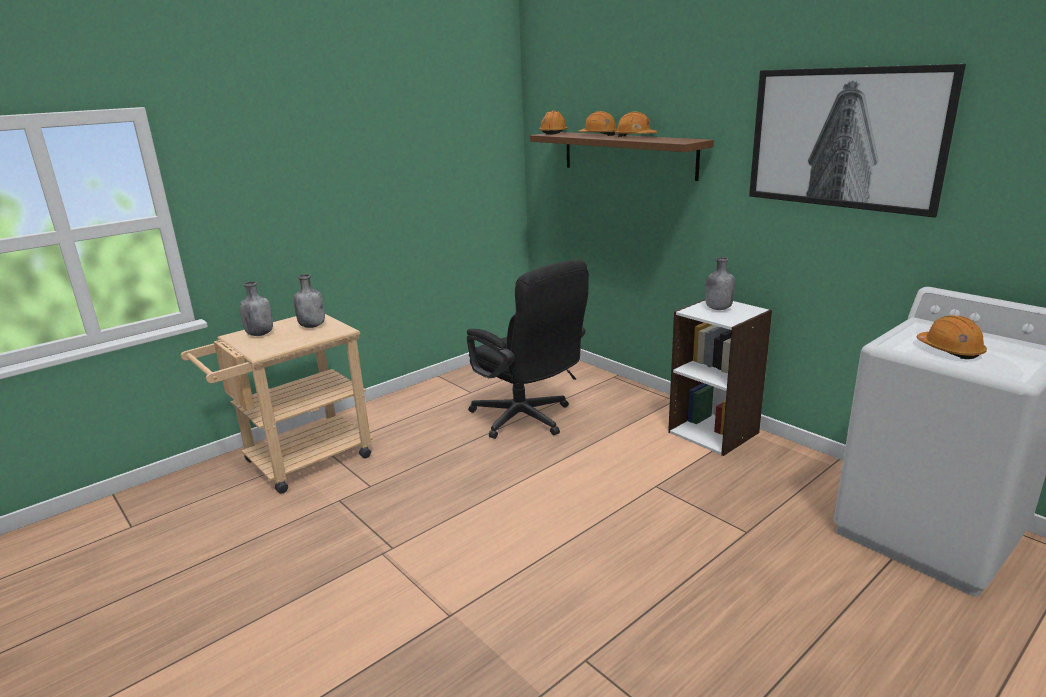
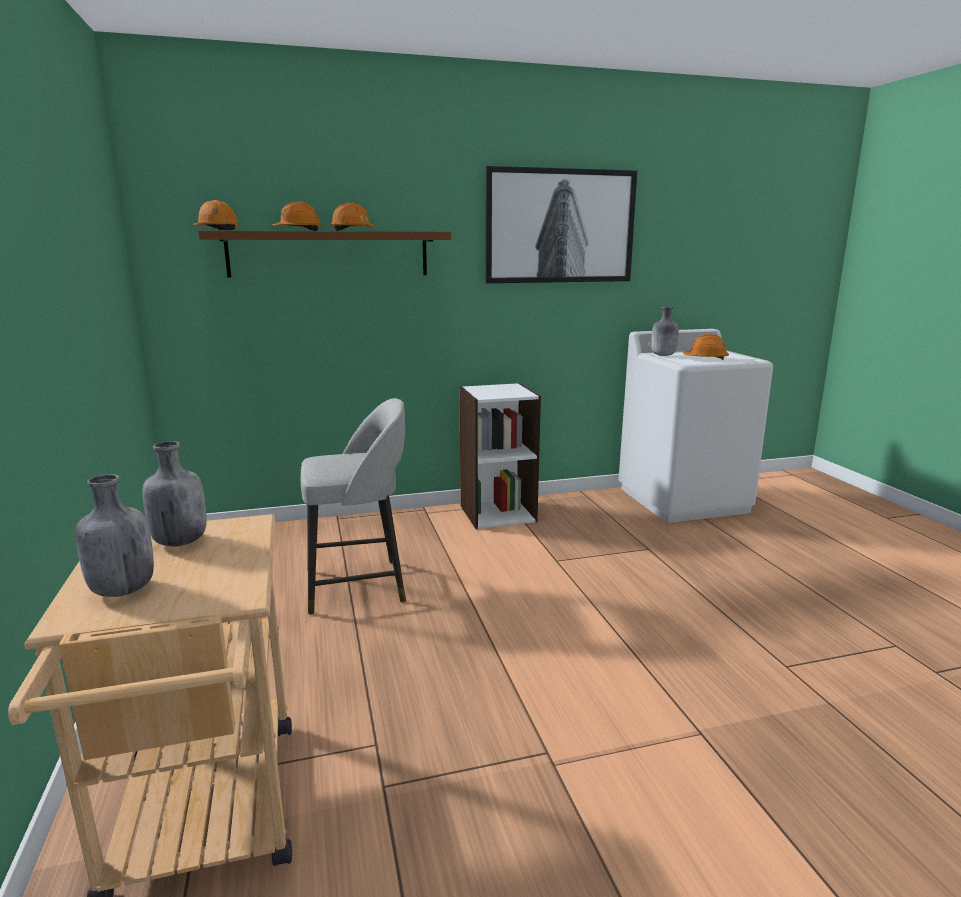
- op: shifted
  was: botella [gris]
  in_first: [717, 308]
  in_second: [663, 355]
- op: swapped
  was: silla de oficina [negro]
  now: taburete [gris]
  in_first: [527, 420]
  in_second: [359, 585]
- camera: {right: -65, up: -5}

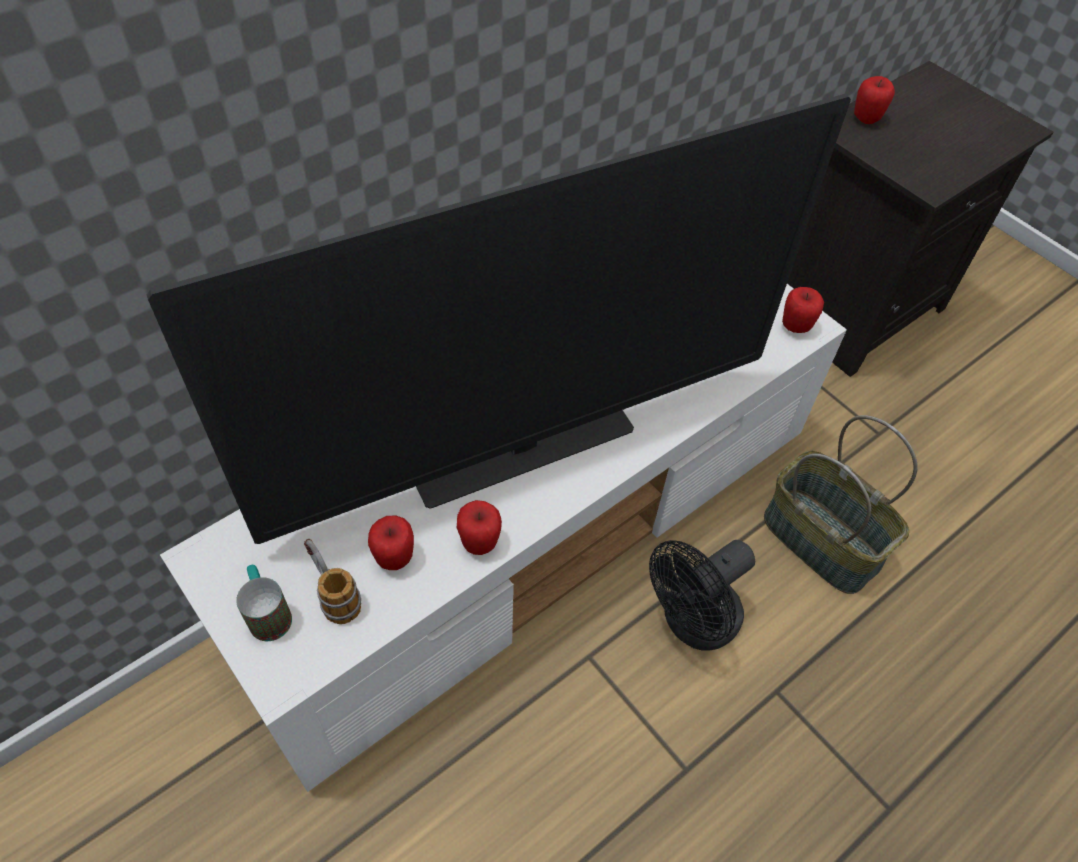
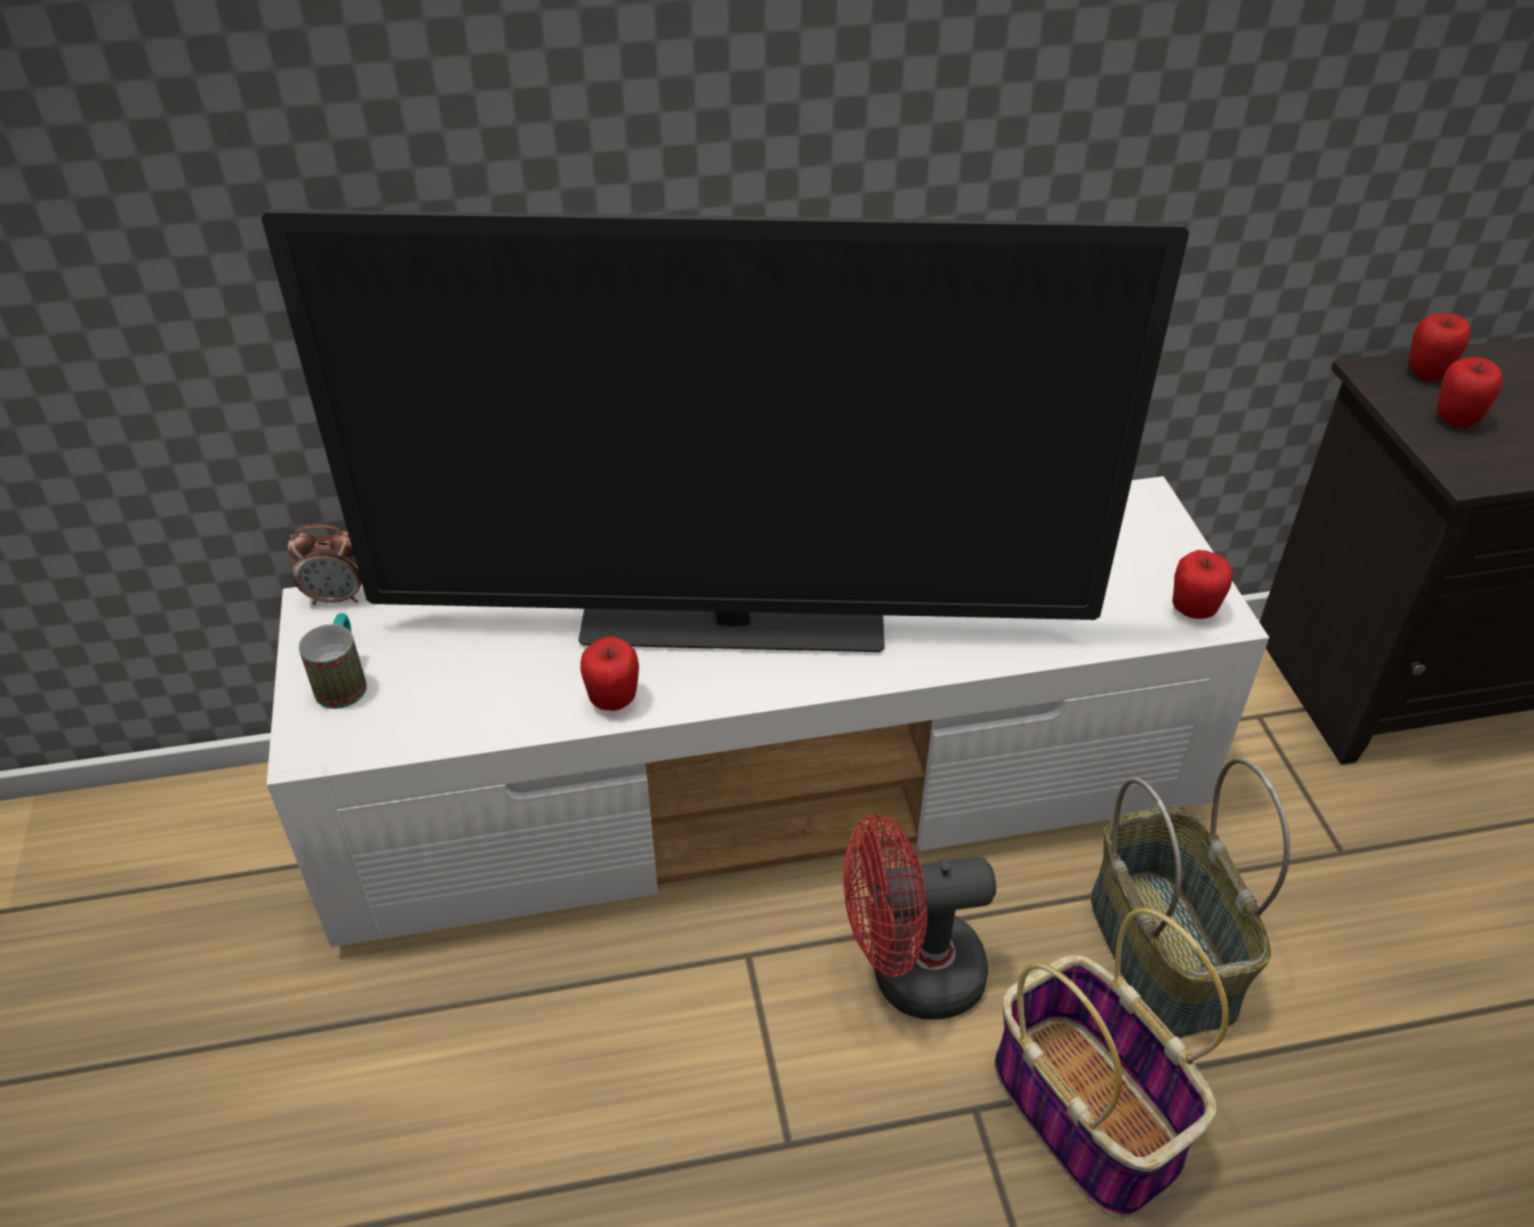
- op: shifted
  was: manzana
  in_first: [394, 558]
  in_second: [1456, 420]
- op: gone
  was: taza grande
  in_first: [333, 593]
- op: repainted
  was: ventilador [negro]
  now: ventilador [rojo]
  in_first: [692, 623]
  in_second: [909, 975]
- op: new
  now: despertador
  in_second: [338, 597]
- op: new
  now: cesta
  in_second: [1089, 1116]
- camera: {right: 30, up: -10}

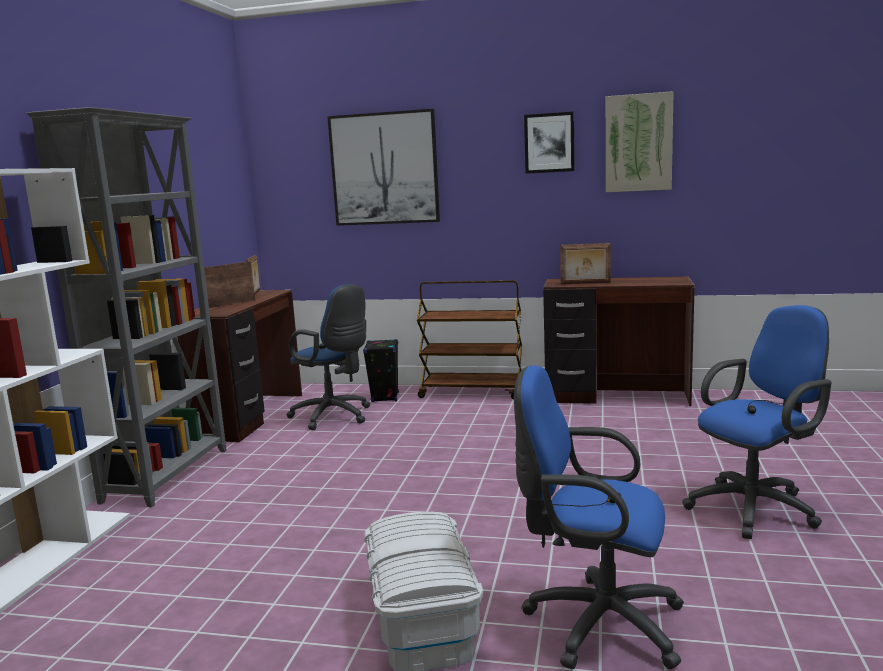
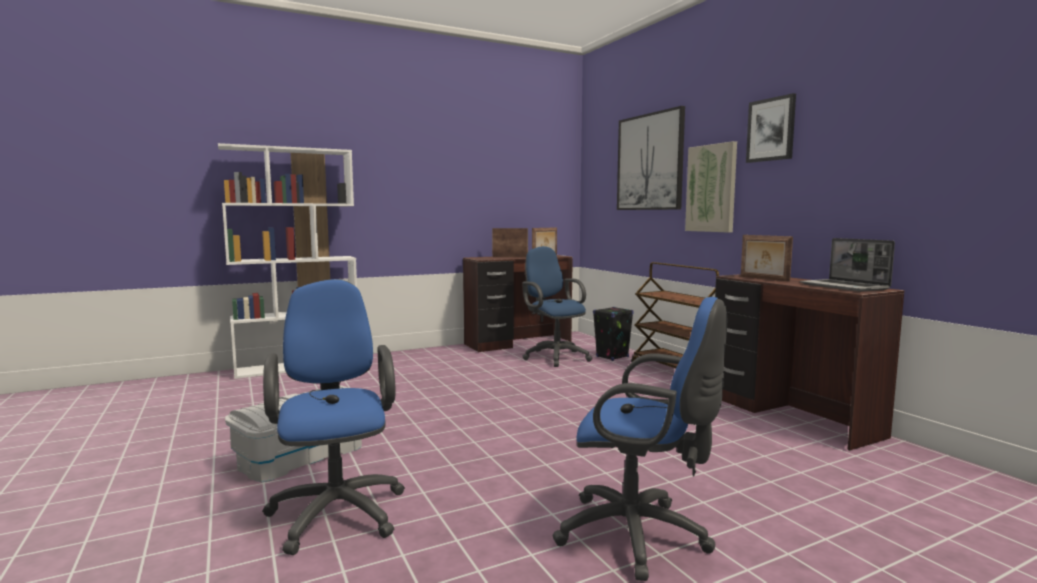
- op: shifted
  was: cuadro
  in_first: [638, 143]
  in_second: [711, 188]
- op: gone
  was: estantería [gris]
  in_first: [169, 474]
- op: rotated
  was: silla de oficina [azul]
  in_first: [335, 417]
  in_second: [554, 357]
  clockwise: 150
- op: new
  now: portátil
  in_second: [845, 287]
- camera: {right: 50, up: -5}

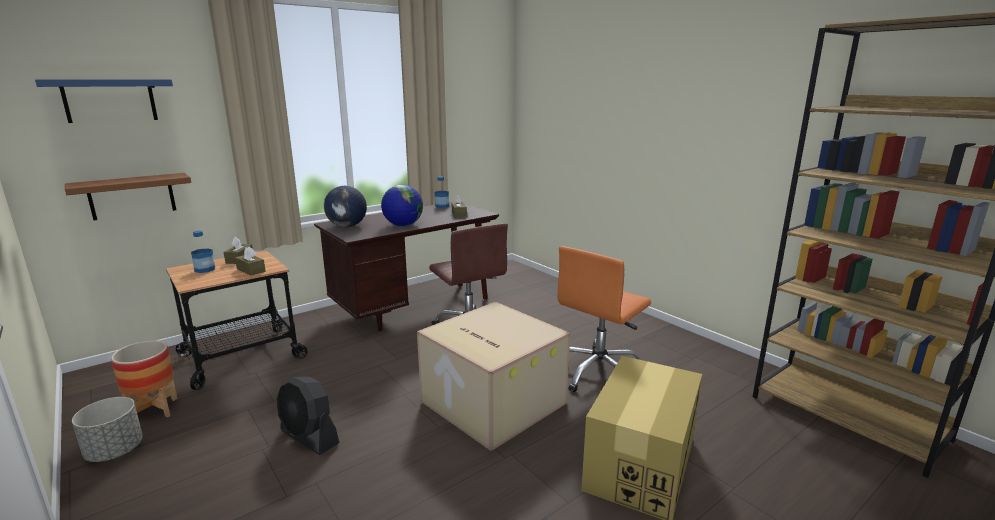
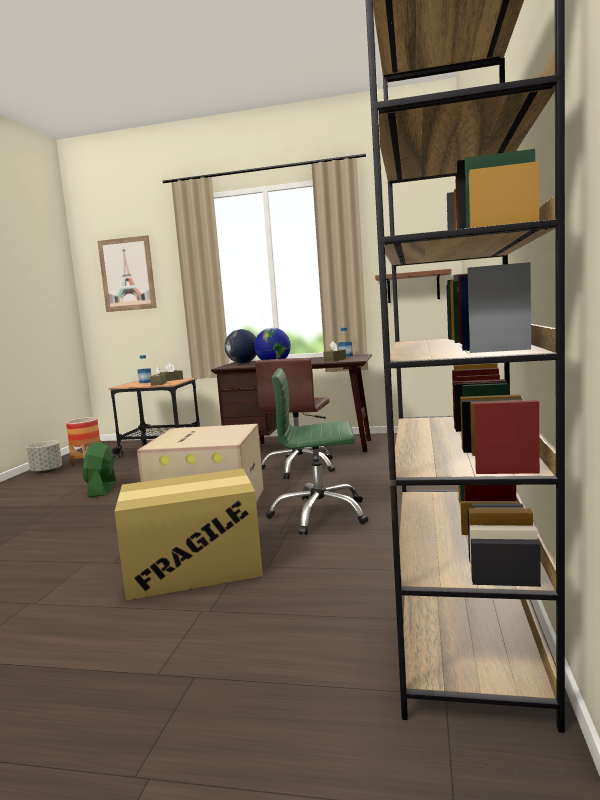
- op: swapped
  was: estante [azul]
  now: cuadro
  in_first: [110, 100]
  in_second: [127, 274]
- op: shifted
  was: estante [marrón]
  in_first: [132, 196]
  in_second: [413, 287]
- op: repainted
  was: silla de oficina [naranja]
  now: silla de oficina [verde]
  in_first: [598, 372]
  in_second: [319, 514]
- op: repainted
  was: ventilador [negro]
  now: ventilador [verde]
  in_first: [309, 437]
  in_second: [102, 489]
- camera: {right: 50, up: -10}

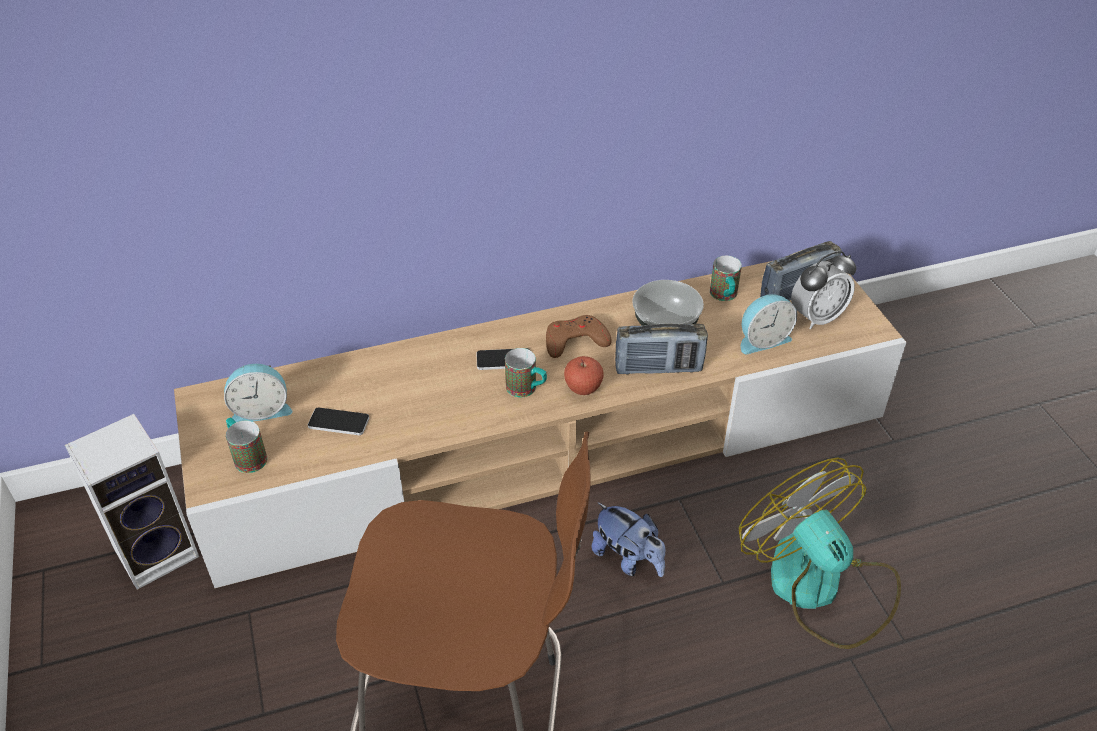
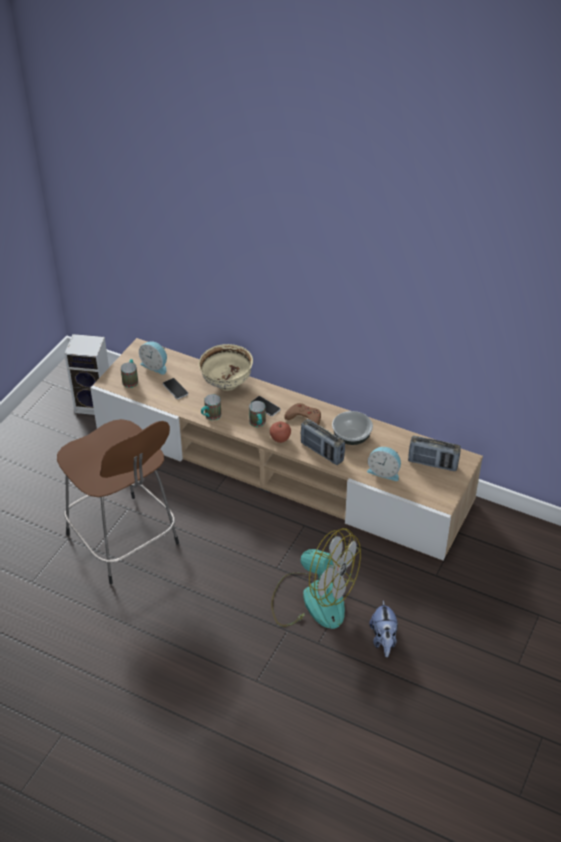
- op: gone
  was: despertador
  in_first: [817, 317]
- op: shifted
  was: taza grande
  in_first: [724, 296]
  in_second: [210, 417]
- op: rotated
  was: ventilador
  in_first: [819, 586]
  in_second: [313, 599]
  clockwise: 105
- op: shifted
  was: peluche
  in_first: [628, 559]
  in_second: [383, 640]
- op: new
  now: cuenco [beis]
  in_second: [227, 384]
- camera: {right: 45, up: 0}

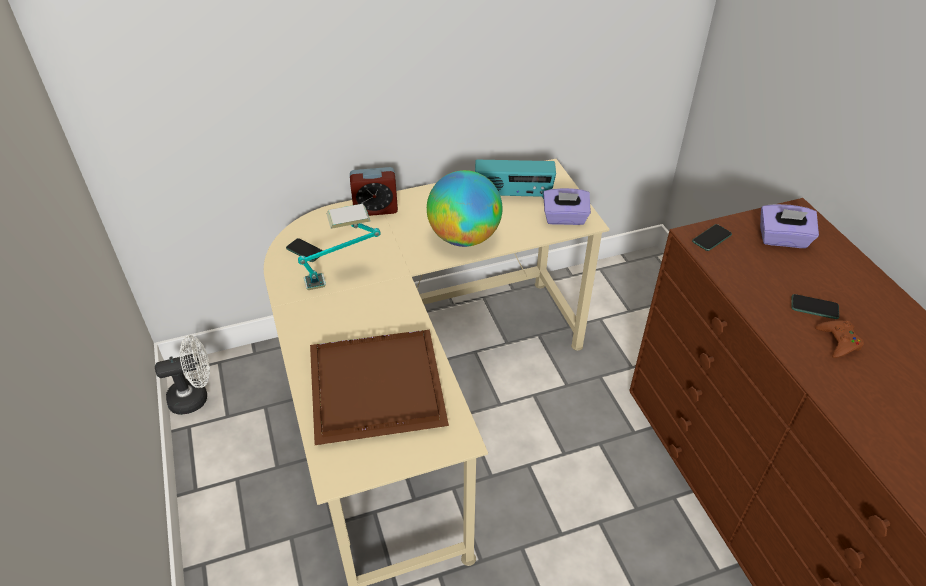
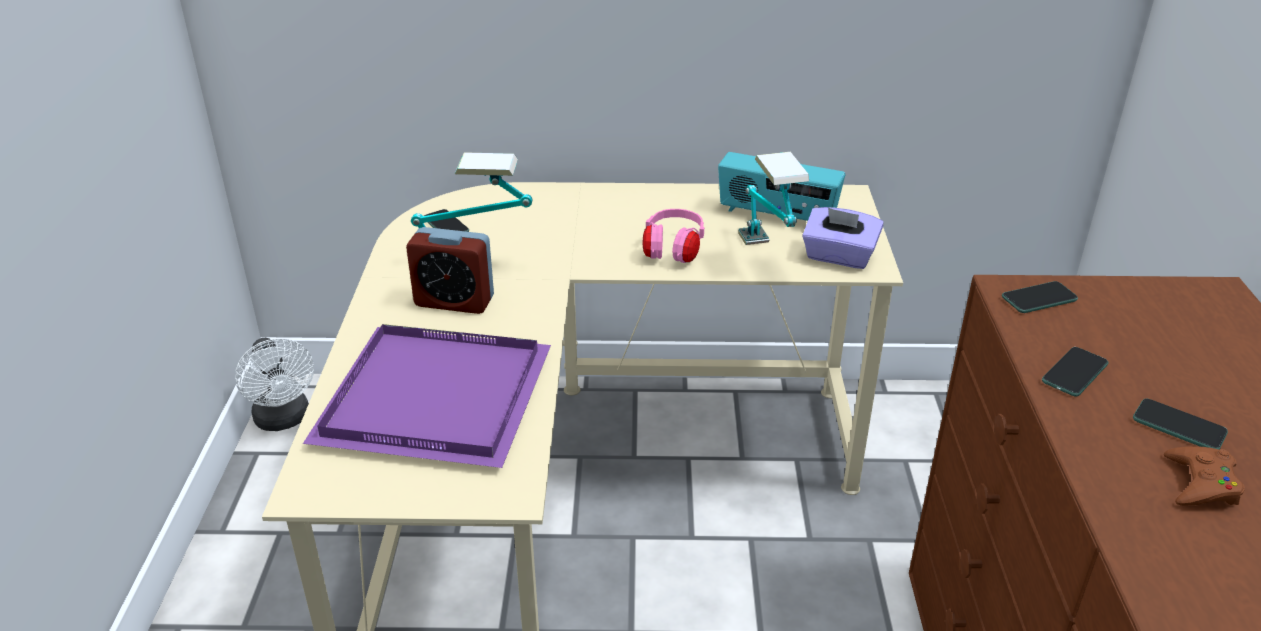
- op: shifted
  was: despertador
  in_first: [375, 209]
  in_second: [454, 301]
- op: swapped
  was: globo terráqueo
  now: auriculares [rosa]
  in_first: [464, 237]
  in_second: [673, 251]
- op: gone
  was: caja de pañuelos [morado]
  in_first: [783, 239]
- op: repainted
  was: bandeja [marrón]
  now: bandeja [morado]
  in_first: [374, 389]
  in_second: [430, 400]
- op: rotated
  was: ventilador [blanco]
  in_first: [195, 397]
  in_second: [284, 420]
  clockwise: 60
- op: new
  now: lámpara de mesa
  in_second: [766, 258]
- op: new
  now: móvil
  in_second: [1074, 373]
- camera: {right: 20, up: -10}

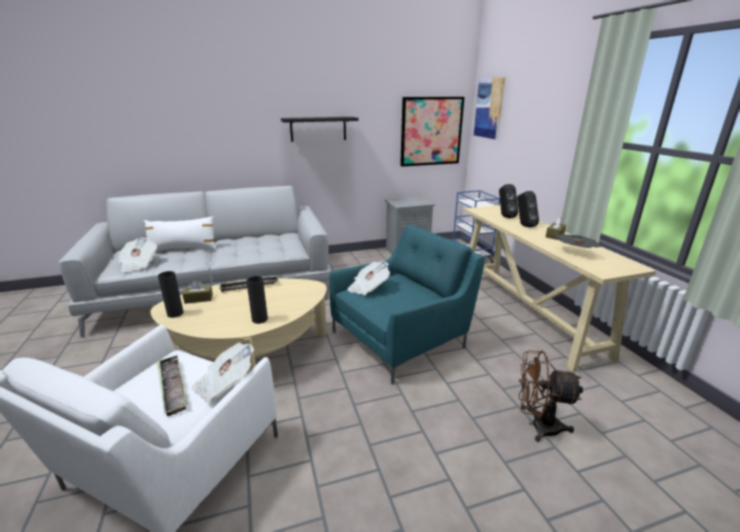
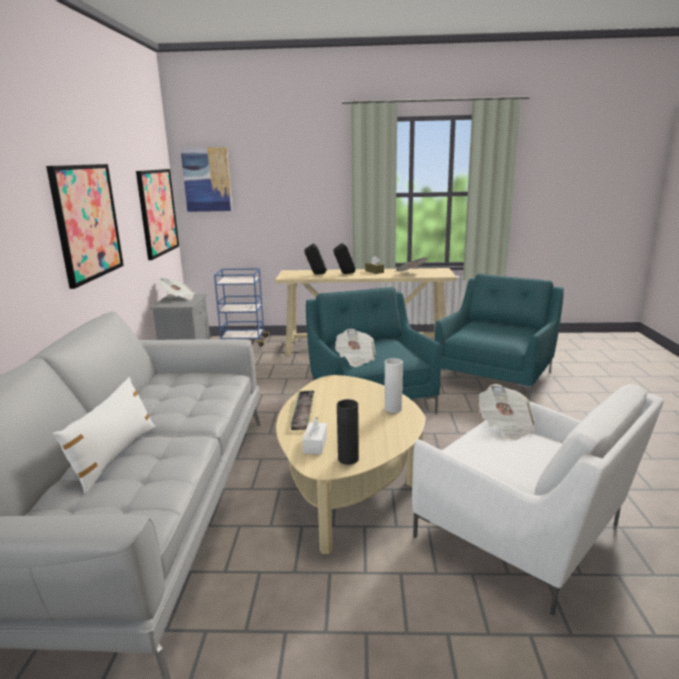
- op: swapped
  was: estante [negro]
  now: cuadro
  in_first: [318, 129]
  in_second: [87, 222]
- op: shifted
  was: periódico
  in_first: [138, 264]
  in_second: [178, 298]
- op: repainted
  was: florero [negro]
  now: florero [blanco]
  in_first: [259, 319]
  in_second: [393, 409]
- op: repainted
  was: caja de pañuelos [marrón]
  now: caja de pañuelos [blanco]
  in_first: [198, 299]
  in_second: [315, 444]
- op: swapped
  was: ventilador [marrón]
  now: sillón [turquesa]
  in_first: [537, 425]
  in_second: [495, 376]
- op: gone
  was: bandeja
  in_first: [172, 387]
- camera: {right: -70, up: -5}

